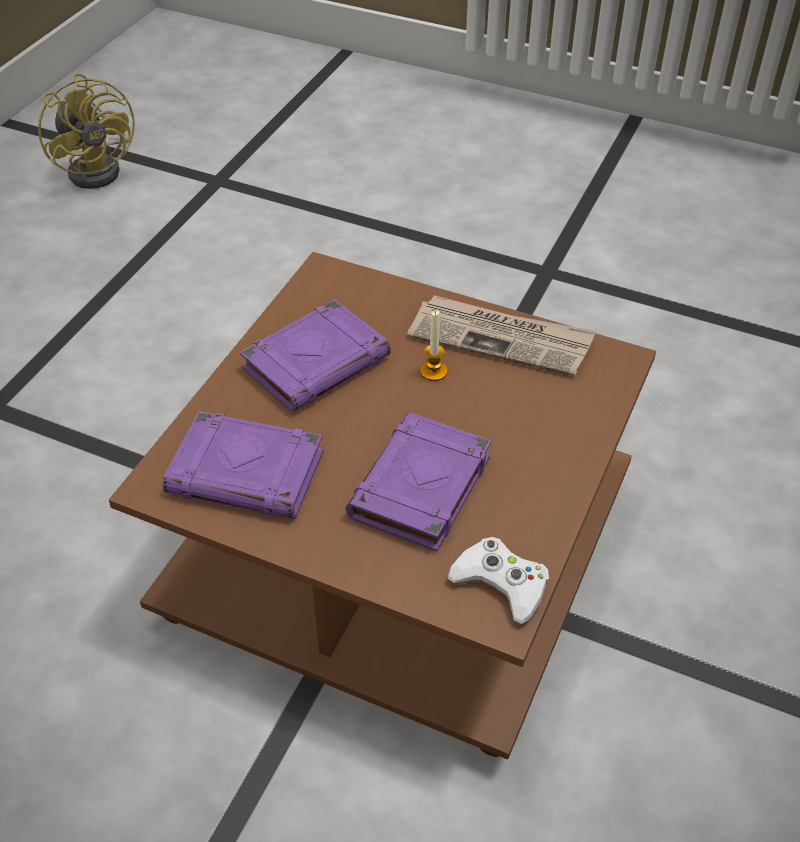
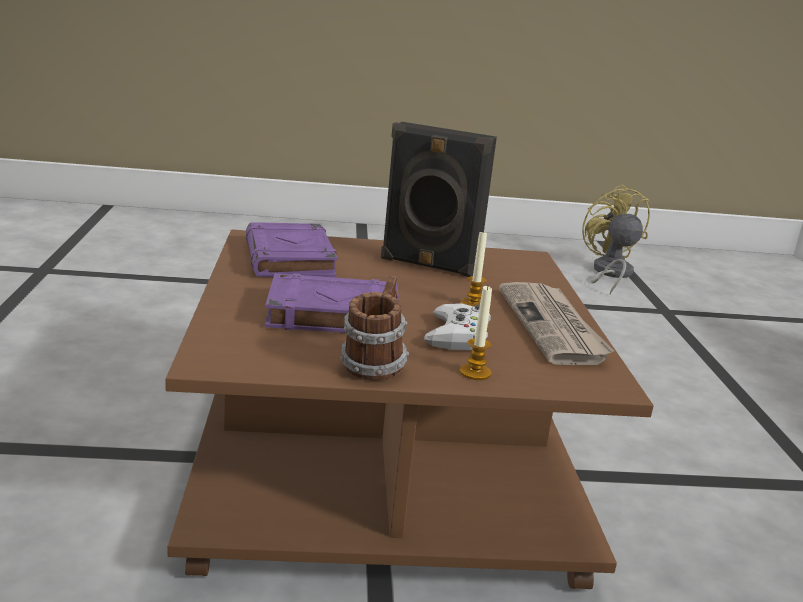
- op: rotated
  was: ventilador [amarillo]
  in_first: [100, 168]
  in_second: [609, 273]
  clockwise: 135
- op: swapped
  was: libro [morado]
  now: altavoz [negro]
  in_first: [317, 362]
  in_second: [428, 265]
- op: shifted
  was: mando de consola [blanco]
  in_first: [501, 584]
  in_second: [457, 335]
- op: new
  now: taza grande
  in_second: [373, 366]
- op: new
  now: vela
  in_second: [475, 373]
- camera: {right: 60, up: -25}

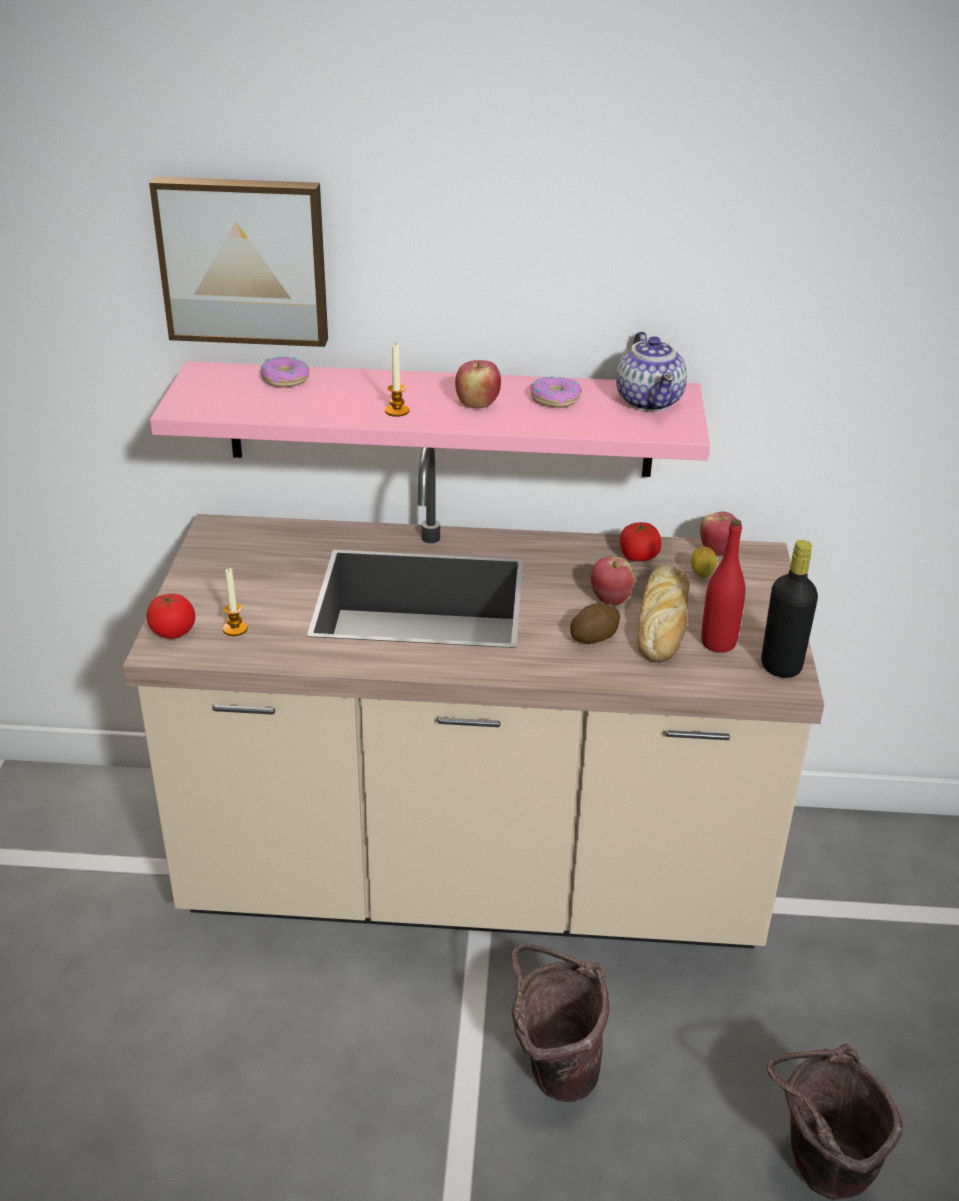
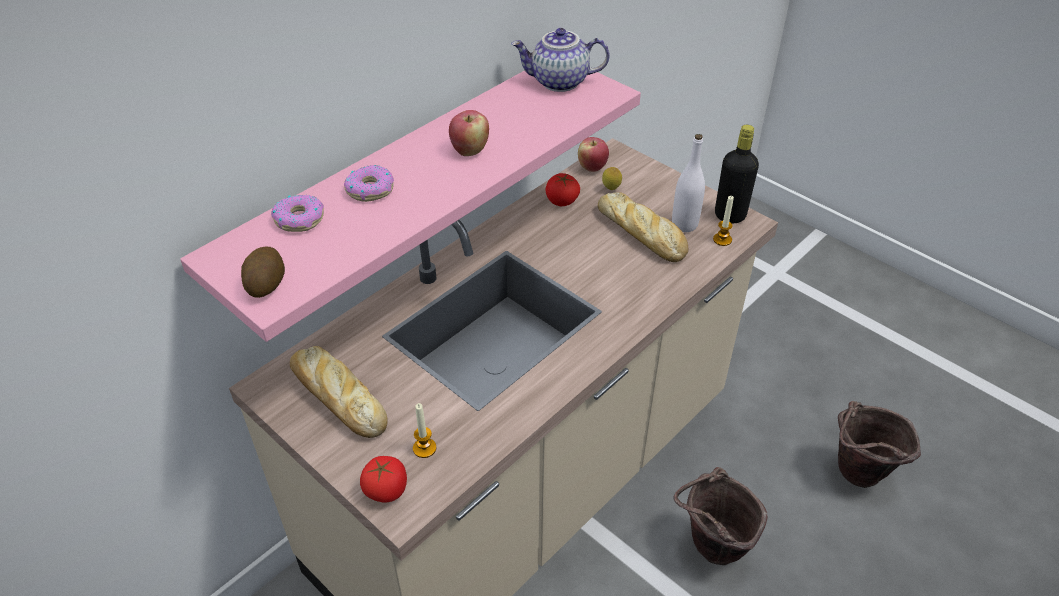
- op: gone
  was: cuadro
  in_first: [244, 260]
- op: rotated
  was: tetera
  in_first: [651, 402]
  in_second: [559, 82]
  clockwise: 150
- op: shifted
  was: vela
  in_first: [397, 411]
  in_second: [722, 239]
- op: shifted
  was: rosquilla
  in_first: [555, 399]
  in_second: [370, 189]
- op: repainted
  was: botella [rojo]
  now: botella [blanco]
  in_first: [718, 643]
  in_second: [684, 224]
- op: gone
  was: manzana
  in_first: [610, 599]
- op: shifted
  was: patata
  in_first: [594, 636]
  in_second: [266, 283]
- op: new
  now: pan
  in_second: [337, 396]
- camera: {right: -50, up: 10}

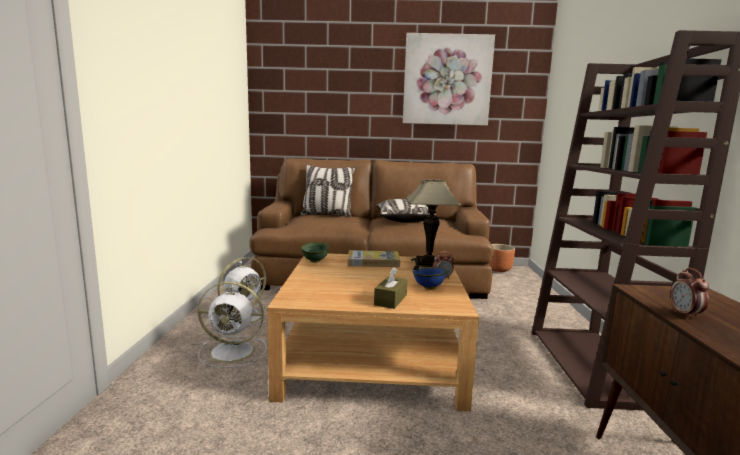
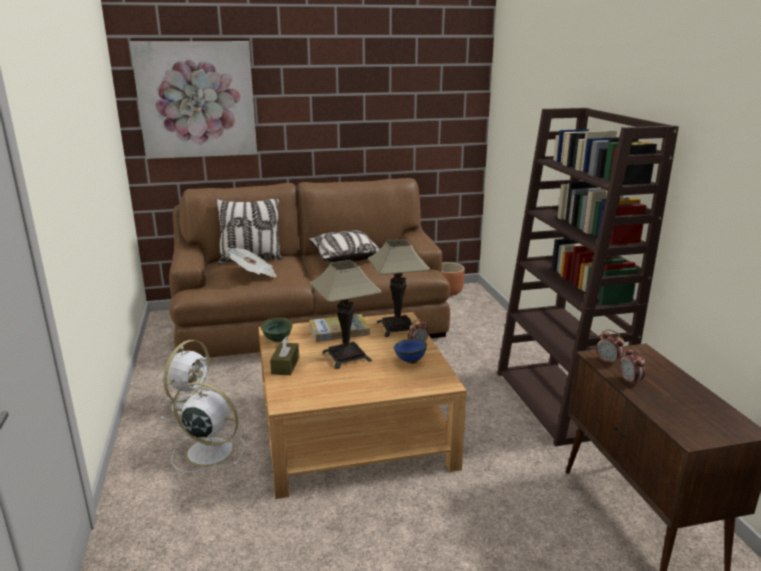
- op: shifted
  was: cuadro
  in_first: [447, 80]
  in_second: [197, 100]
- op: shifted
  was: caja de pañuelos [marrón]
  in_first: [390, 300]
  in_second: [285, 365]
- op: rotated
  was: ventilador [blanco]
  in_first: [234, 351]
  in_second: [207, 451]
  clockwise: -150
- op: new
  now: periódico
  in_second: [253, 274]
- op: new
  now: lámpara de mesa
  in_second: [346, 356]
- op: new
  now: despertador
  in_second: [608, 361]
- camera: {right: -15, up: 10}

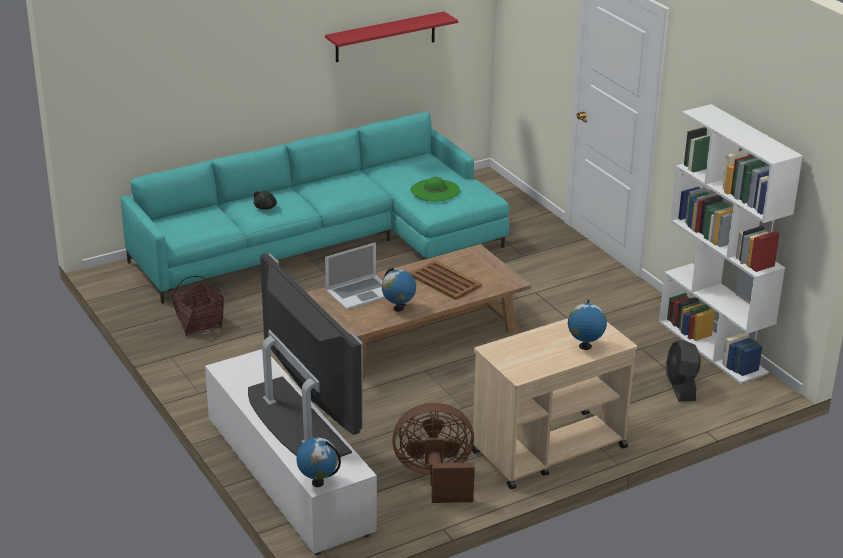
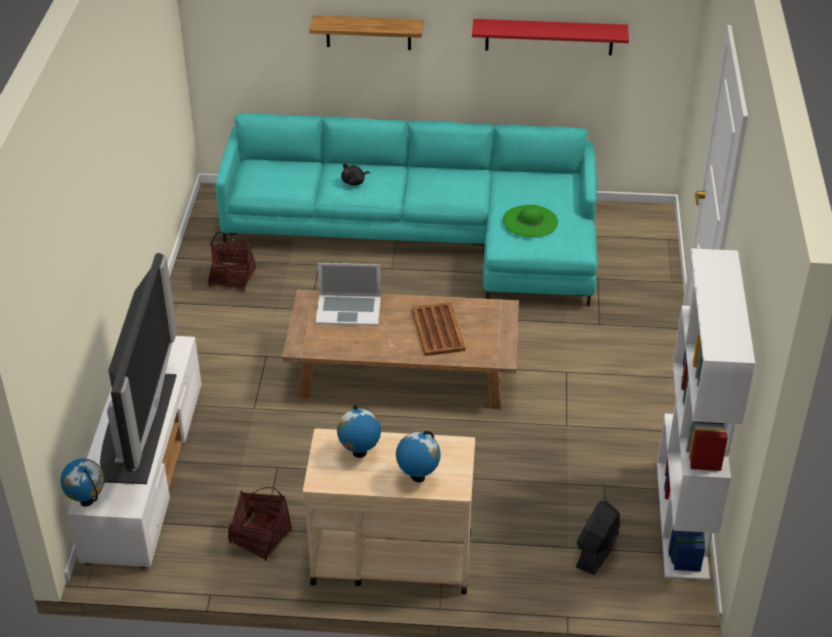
- op: shifted
  was: globo terráqueo
  in_first: [398, 308]
  in_second: [359, 453]
- op: swapped
  was: ventilador [marrón]
  now: cesta
  in_first: [436, 478]
  in_second: [260, 537]
- op: new
  now: estante
  in_second: [368, 32]
- camera: {right: 35, up: 10}

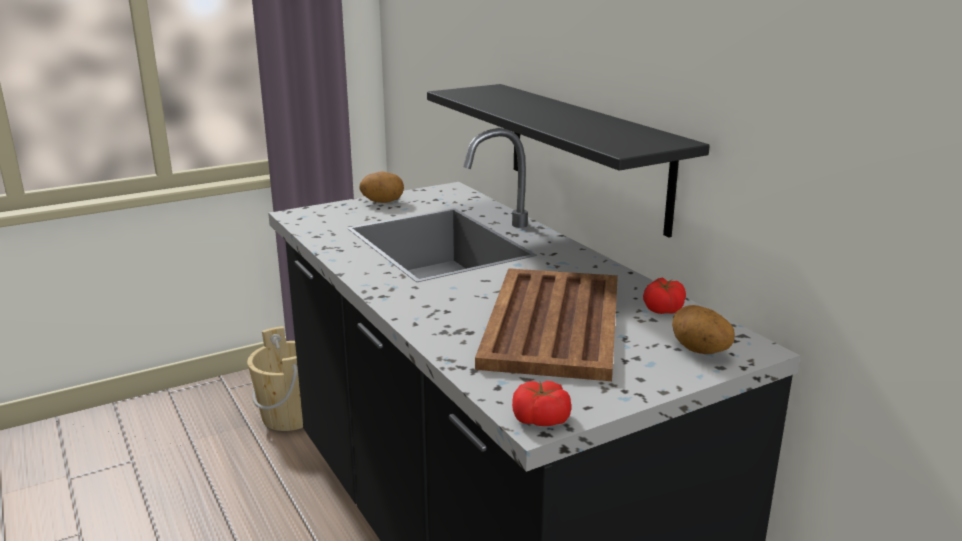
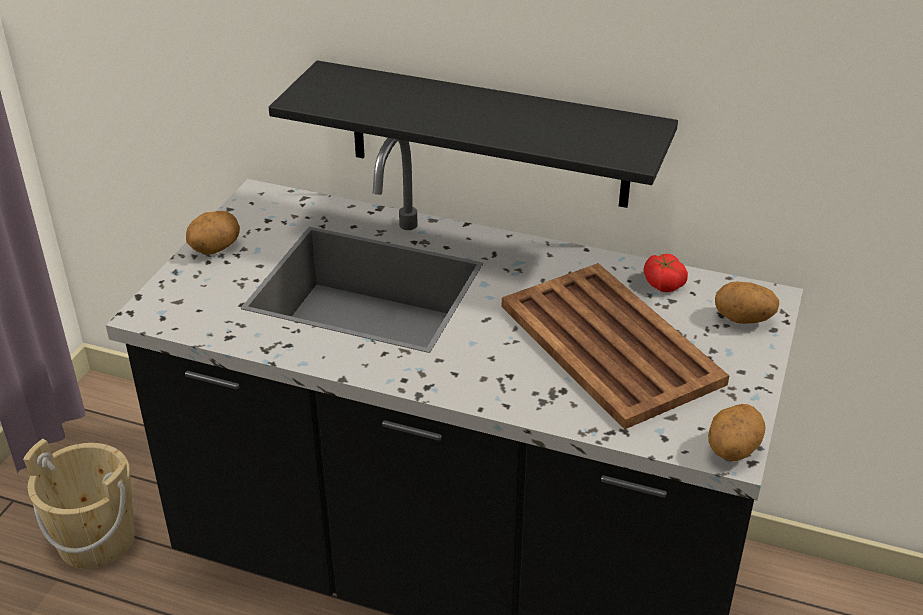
- op: swapped
  was: tomate
  now: patata
  in_first: [541, 418]
  in_second: [732, 450]
- camera: {right: -40, up: 15}

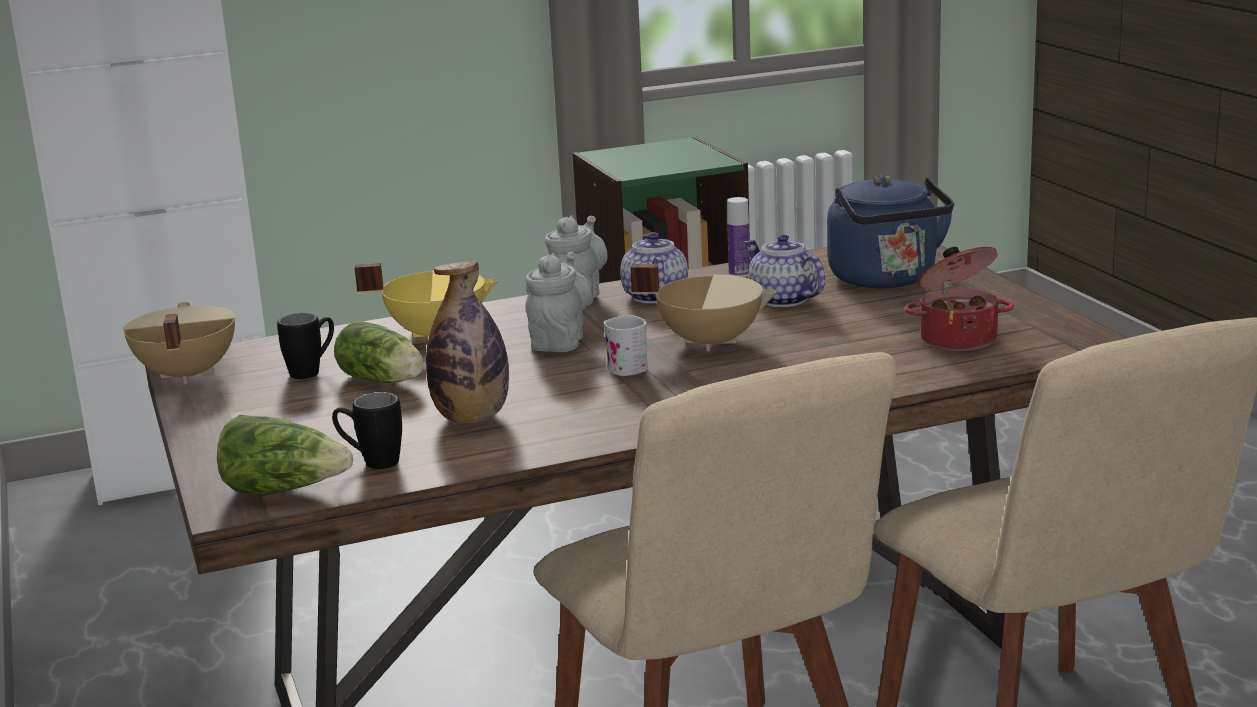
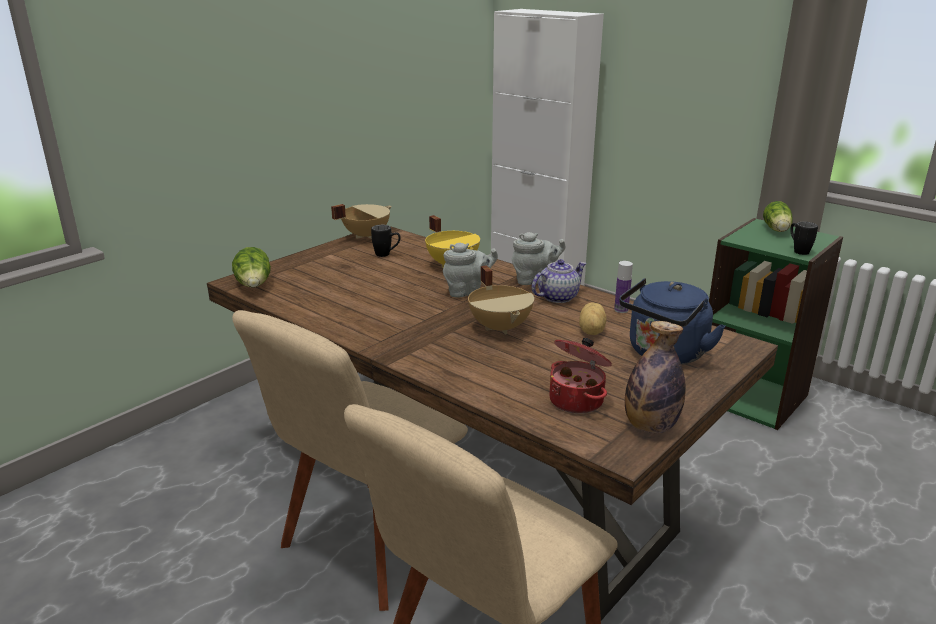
- op: swapped
  was: tetera
  now: patata
  in_first: [782, 300]
  in_second: [590, 331]
- op: shifted
  was: botella
  in_first: [472, 418]
  in_second: [650, 426]
- op: gone
  was: taza grande [blanco]
  in_first: [624, 367]
- op: shifted
  was: lechuga
  in_first: [384, 381]
  in_second: [776, 230]
- op: shifted
  was: taza grande [negro]
  in_first: [371, 462]
  in_second: [798, 250]
- camera: {right: 60, up: 5}

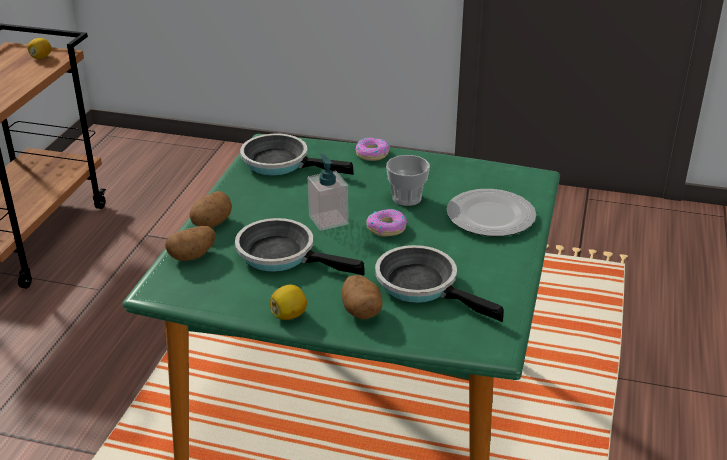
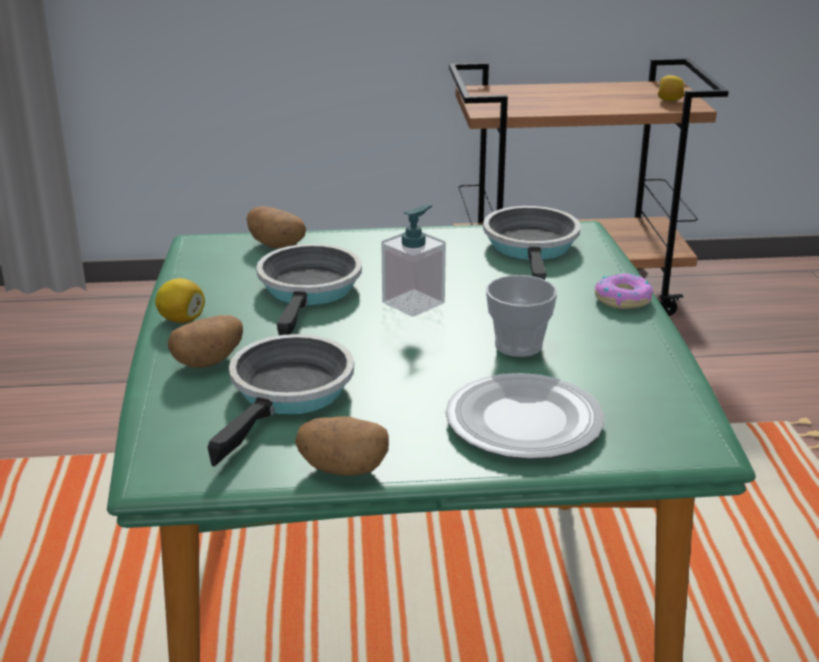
- op: shifted
  was: patata
  in_first: [211, 224]
  in_second: [342, 469]
- op: gone
  was: rosquilla
  in_first: [386, 228]
- camera: {right: 70, up: -5}

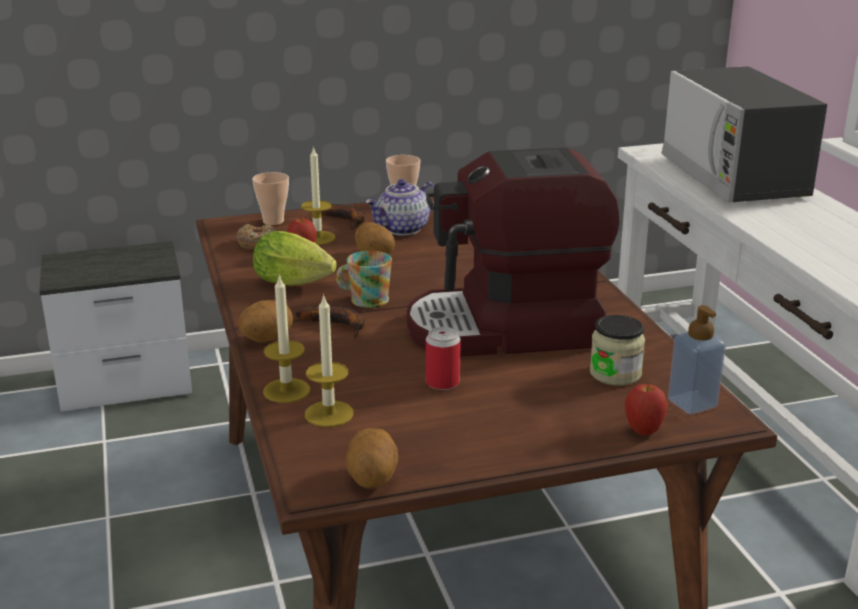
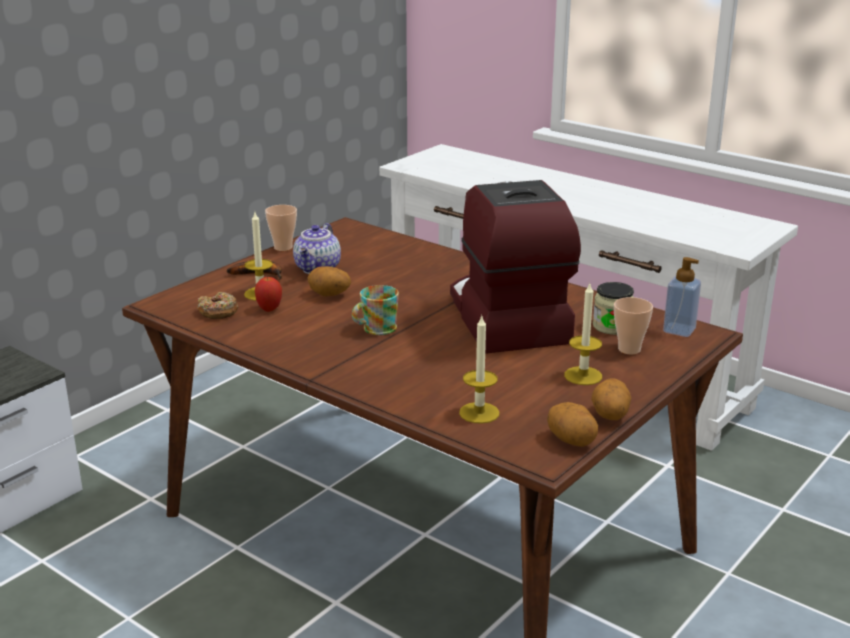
- op: gone
  was: microondas
  in_first: [733, 178]
- op: rotated
  was: cafetera
  in_first: [507, 329]
  in_second: [505, 319]
  clockwise: 120
- op: shifted
  was: taza
  in_first: [273, 221]
  in_second: [629, 349]
- op: gone
  was: lechuga
  in_first: [297, 284]
- op: shifted
  was: vela
  in_first: [286, 390]
  in_second: [583, 376]
- op: shifted
  was: patata
  in_first: [266, 339]
  in_second: [609, 416]
- op: gone
  was: plátano
  in_first: [338, 325]
- op: gone
  was: lata
  in_first: [442, 383]
- op: gone
  was: manzana
  in_first: [643, 431]
- camera: {right: -35, up: 0}

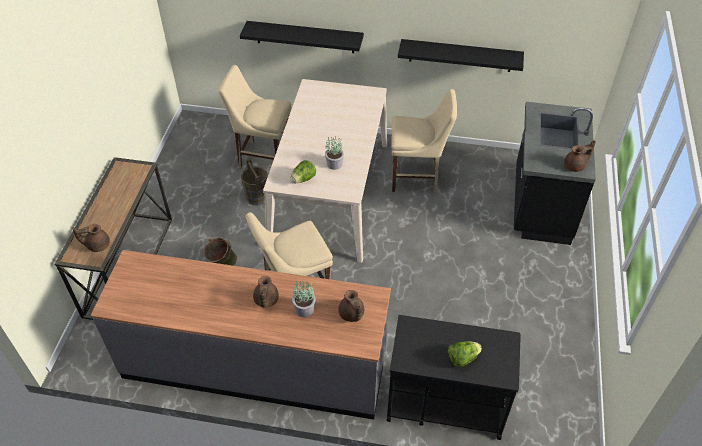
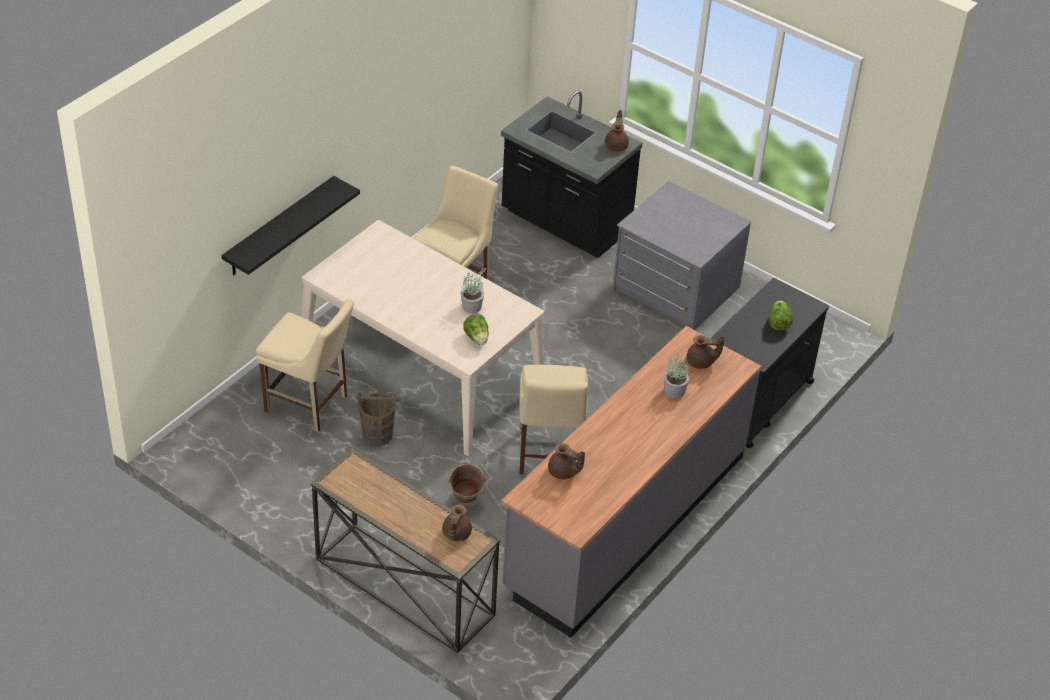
- op: gone
  was: estante [negro]
  in_first: [460, 55]
- op: rotated
  was: silla [beis]
  in_first: [262, 156]
  in_second: [309, 405]
  clockwise: -105
- op: shifted
  was: tetera [marrón]
  in_first: [265, 300]
  in_second: [563, 472]
- op: new
  now: cómoda [gris]
  in_second: [675, 289]
- camera: {right: -65, up: -5}

